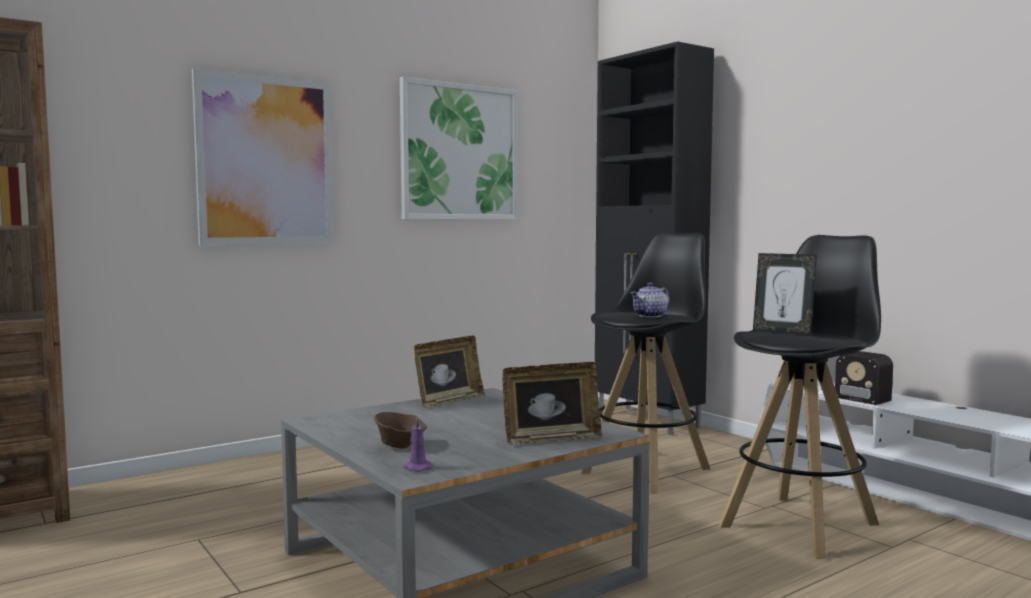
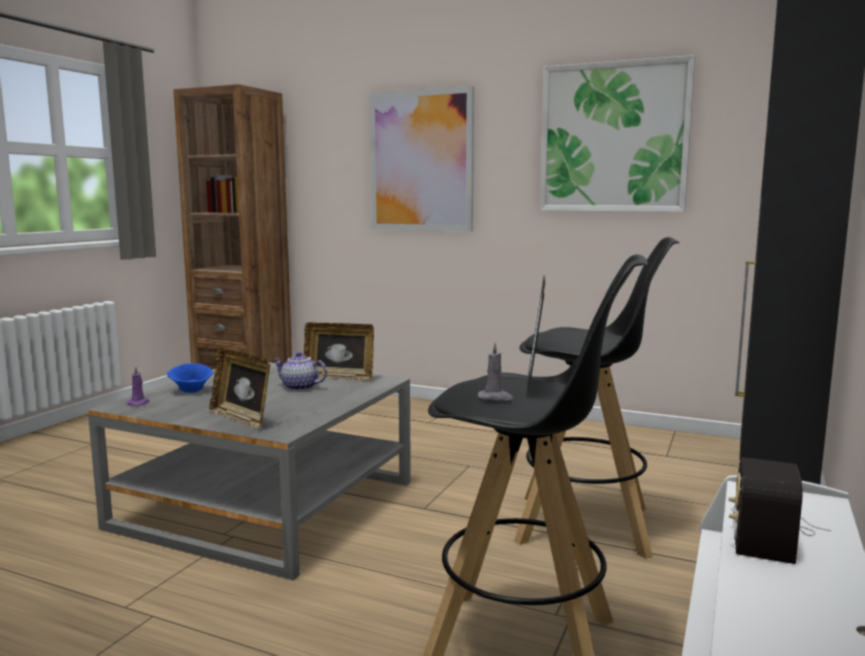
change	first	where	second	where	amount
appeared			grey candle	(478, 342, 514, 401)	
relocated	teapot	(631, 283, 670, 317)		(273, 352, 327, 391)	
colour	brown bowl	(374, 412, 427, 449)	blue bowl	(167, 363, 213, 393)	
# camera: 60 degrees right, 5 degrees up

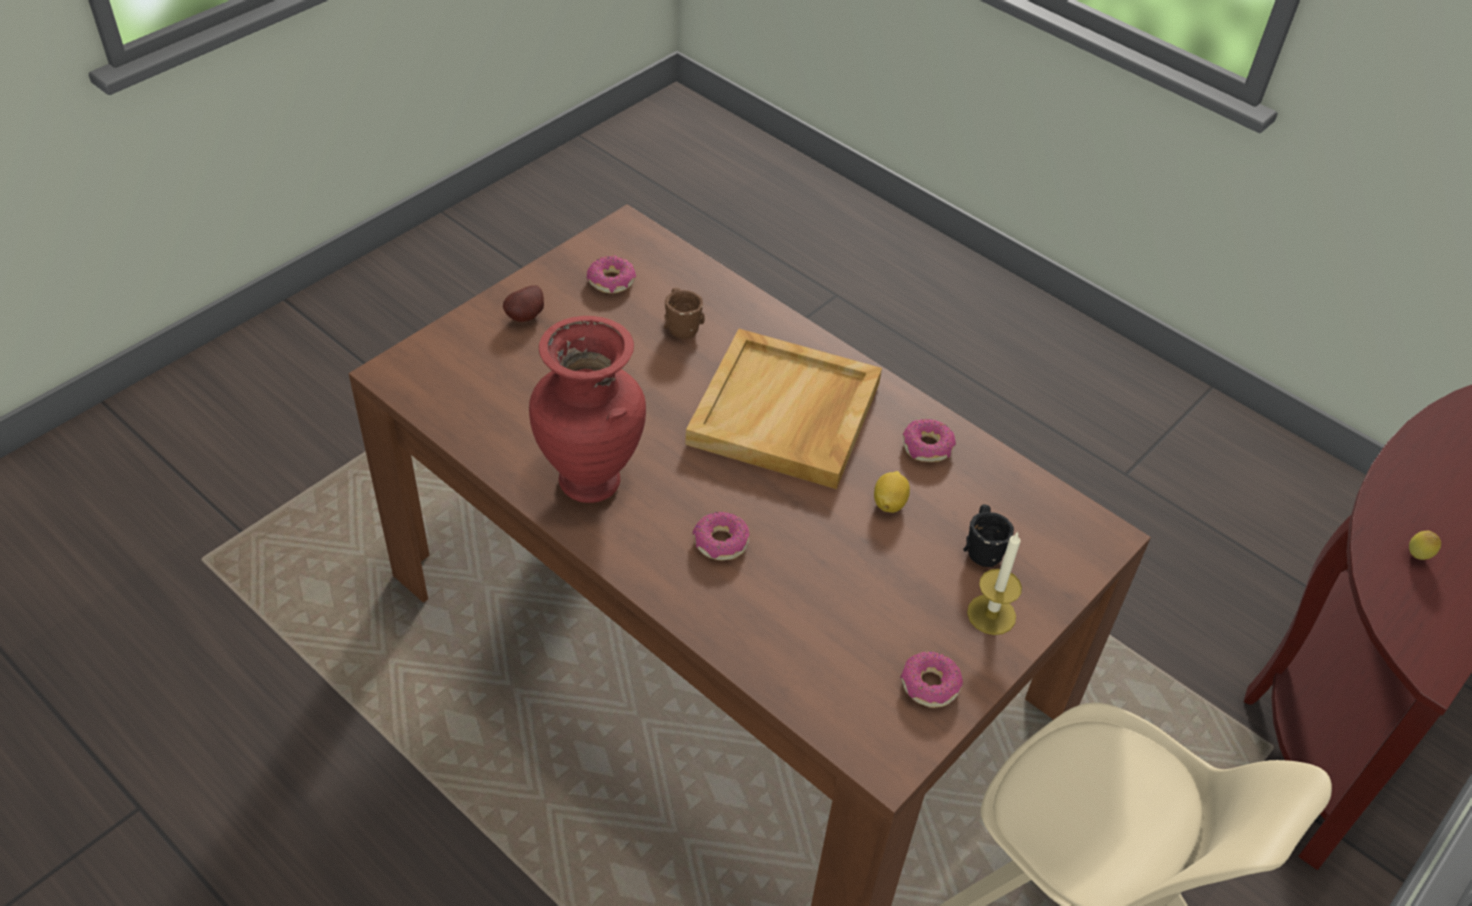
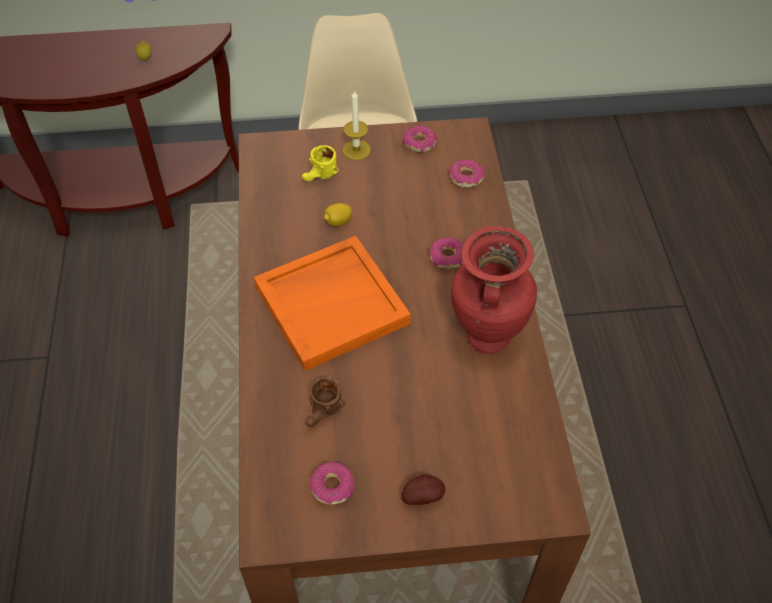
change	first	where	second	where	amount
relocated	donut	(902, 419, 956, 462)		(449, 159, 485, 187)	
colour	beige tray	(685, 329, 882, 489)	orange tray	(254, 236, 411, 371)	
colour	black mug	(963, 504, 1014, 567)	yellow mug	(302, 145, 339, 181)	
# camera: 135 degrees left, 5 degrees up

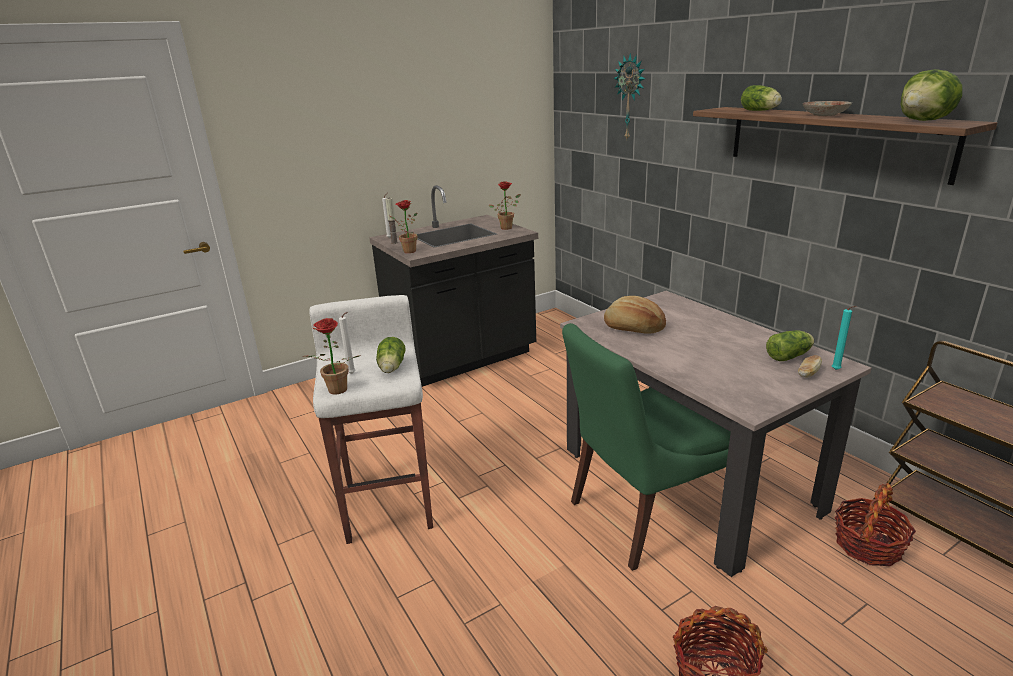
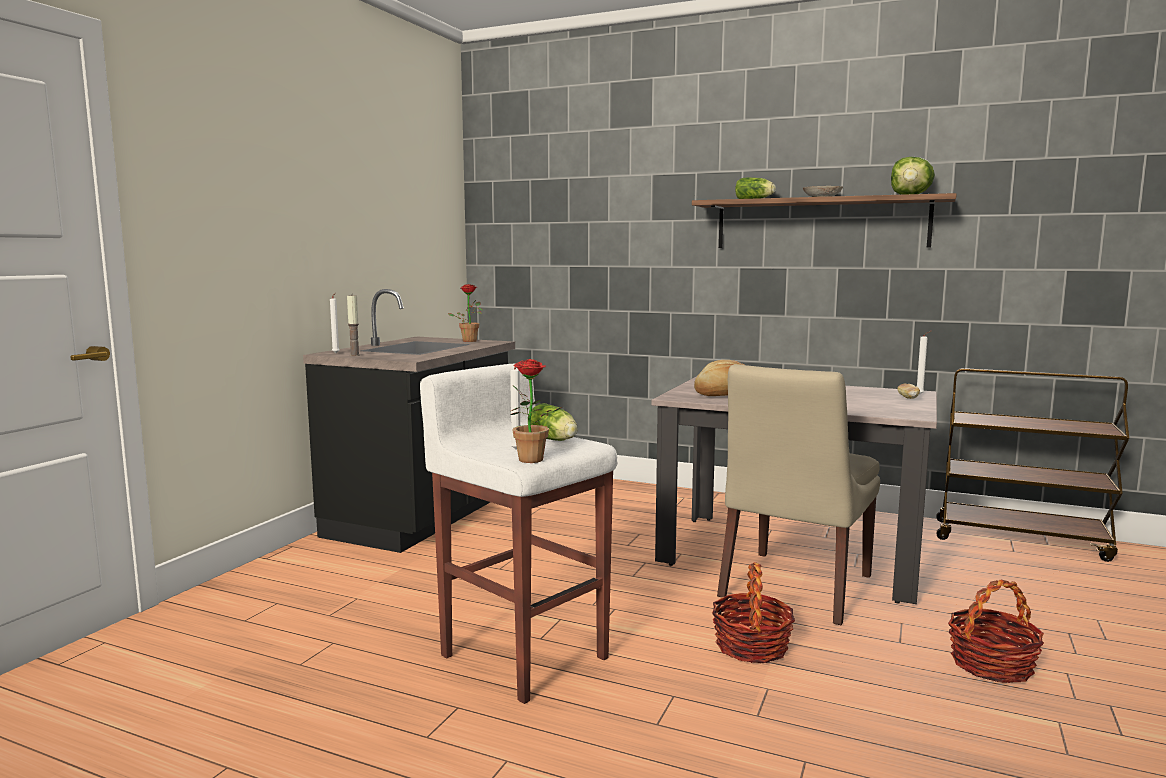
change	first	where	second	where	amount
missing	potted plant	(390, 200, 417, 253)			
missing	wall clock	(614, 53, 645, 139)			
missing	lettuce	(766, 330, 814, 361)			
relocated	basket	(835, 483, 916, 567)		(712, 562, 795, 663)	
colour	green chair	(562, 323, 731, 571)	beige chair	(717, 364, 880, 625)	
colour	turquoise candle	(832, 306, 856, 370)	white candle	(917, 331, 931, 395)	
# camera: 35 degrees left, 15 degrees down

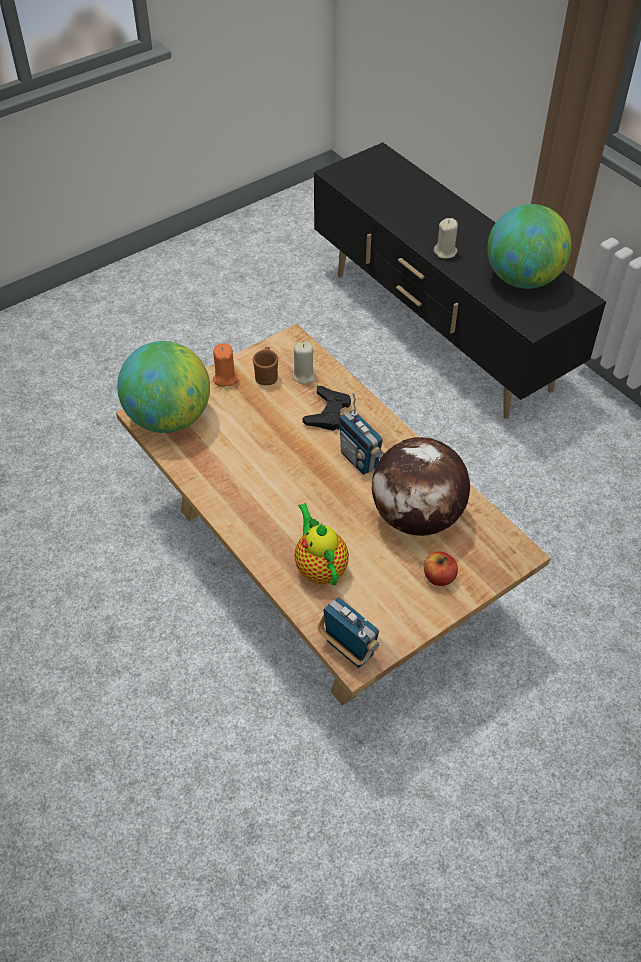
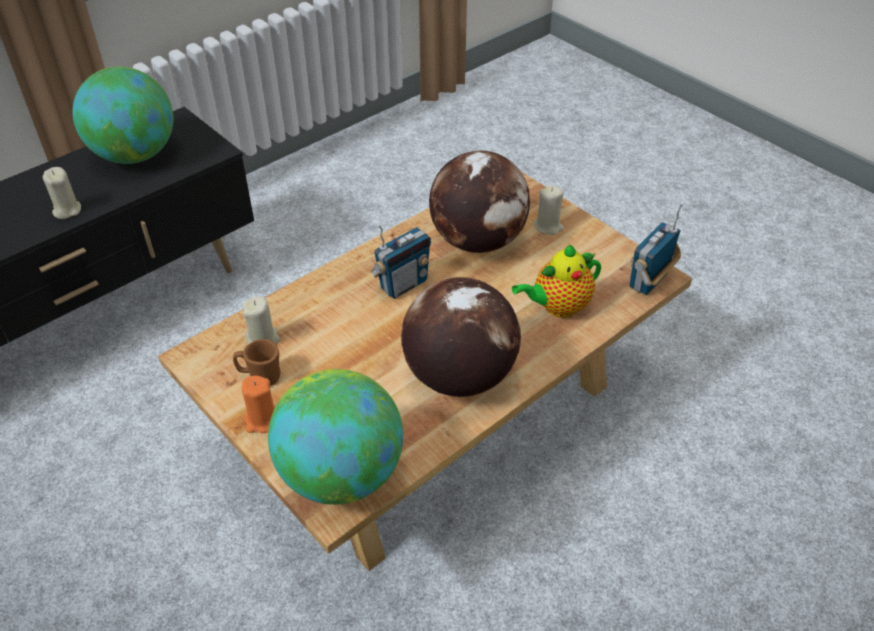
change	first	where	second	where	amount
missing	black game controller	(303, 386, 351, 431)			
appeared			globe	(401, 277, 521, 397)	
exchanged	apple	(424, 552, 458, 586)	beige candle	(534, 185, 564, 235)	
# camera: 95 degrees left, 5 degrees down

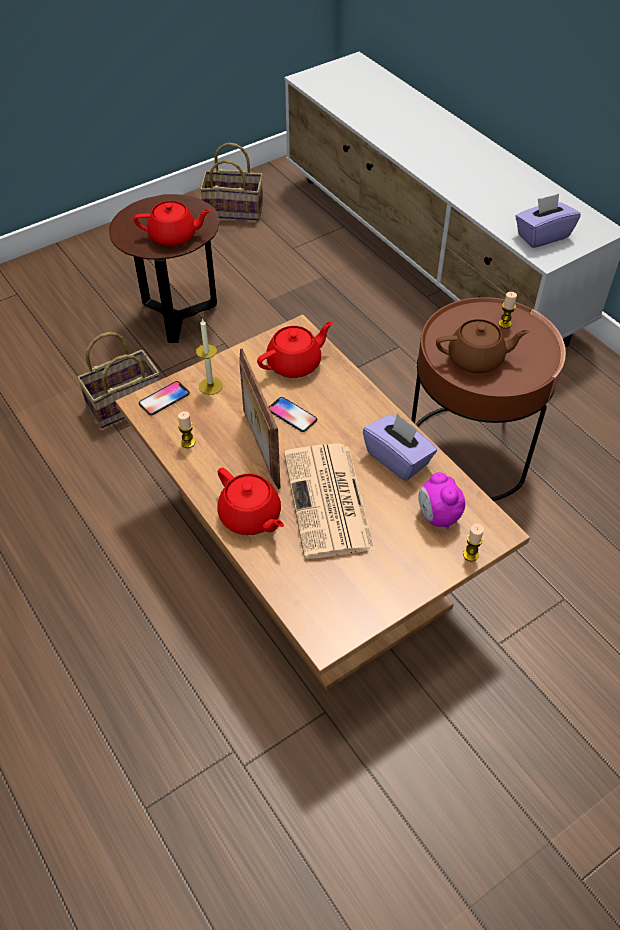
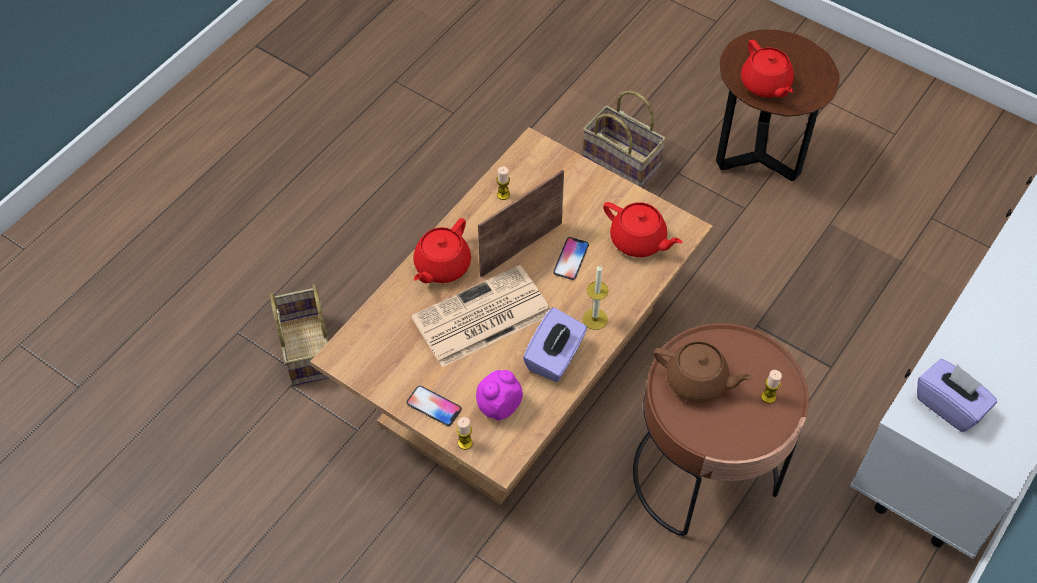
change	first	where	second	where	amount
relocated	phone	(139, 381, 190, 415)		(406, 386, 462, 426)	
relocated	candle	(196, 318, 223, 395)		(583, 265, 609, 330)	
relocated	basket	(200, 143, 263, 220)		(270, 284, 328, 386)	
spun	brown teapot	(436, 319, 530, 373)		(654, 341, 753, 402)	45 degrees counterclockwise
# camera: 70 degrees right, 5 degrees up

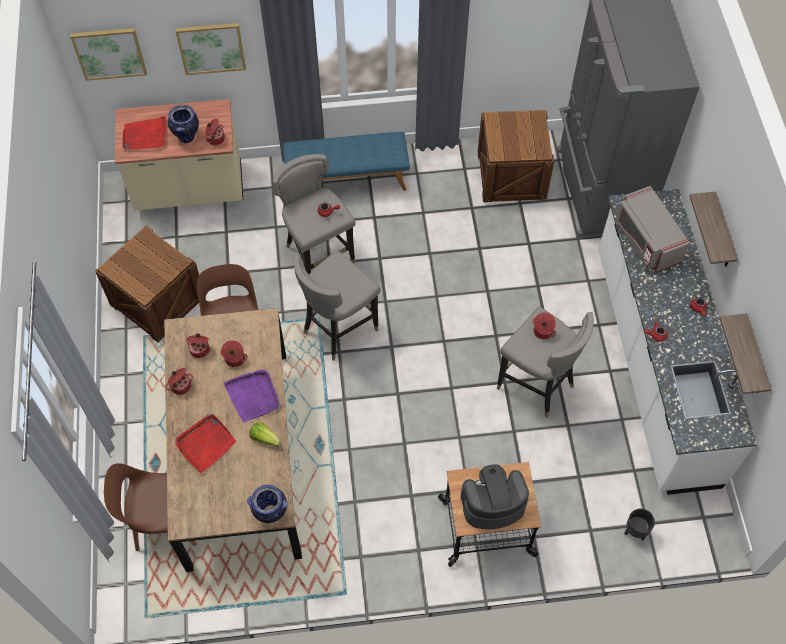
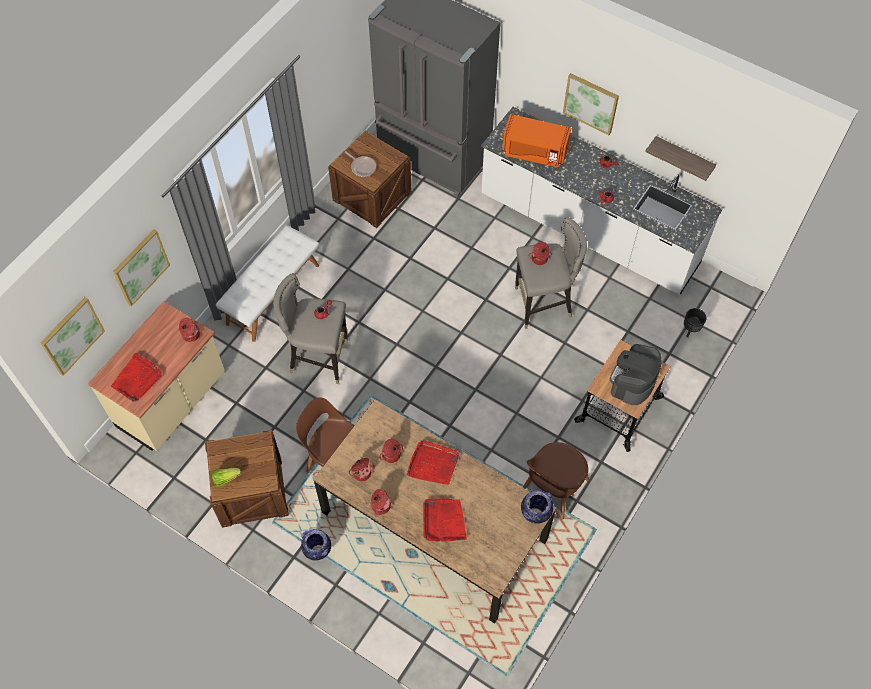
change	first	where	second	where	amount
missing	grey stool	(293, 251, 381, 361)			
appeared			frying pan	(345, 151, 376, 177)	
relocated	brown chair	(104, 463, 197, 551)		(523, 442, 589, 520)	
relocated	vase	(168, 105, 199, 143)		(301, 529, 331, 560)	
relocated	lettuce	(249, 422, 281, 447)		(212, 468, 241, 487)	
exchanged	shelf	(690, 192, 738, 267)	picture	(563, 73, 619, 135)	
colour	purple tray	(224, 370, 280, 422)	red tray	(407, 440, 459, 485)	
colour	blue bench	(283, 132, 410, 191)	white bench	(216, 225, 319, 342)	
colour	grey microwave	(615, 186, 690, 273)	orange microwave	(503, 114, 571, 167)	
# camera: 50 degrees left, 0 degrees up

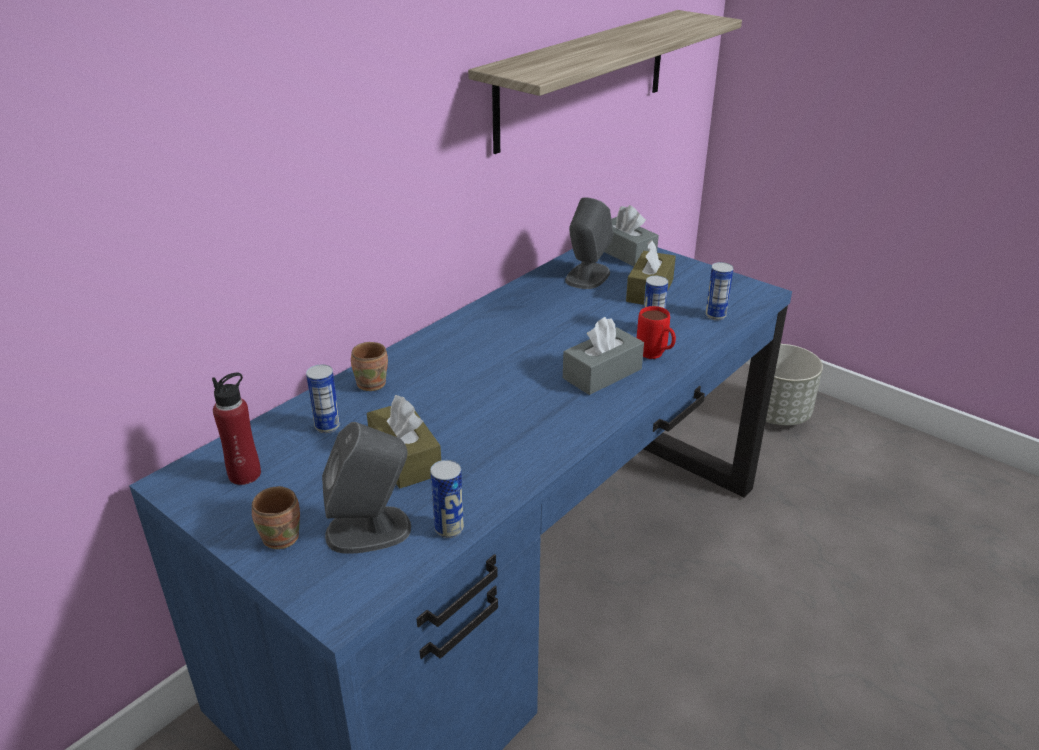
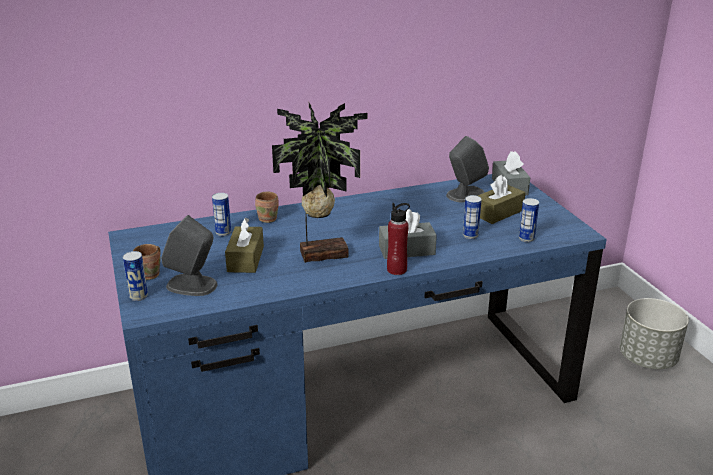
change	first	where	second	where	amount
missing	shelf	(468, 10, 742, 154)			
missing	red mug	(637, 306, 676, 359)			
appeared			potted plant	(272, 103, 368, 263)	
relocated	red bottle	(212, 372, 261, 485)		(387, 203, 410, 275)	
relocated	can	(430, 460, 464, 538)		(123, 251, 148, 301)	
# camera: 30 degrees right, 5 degrees down

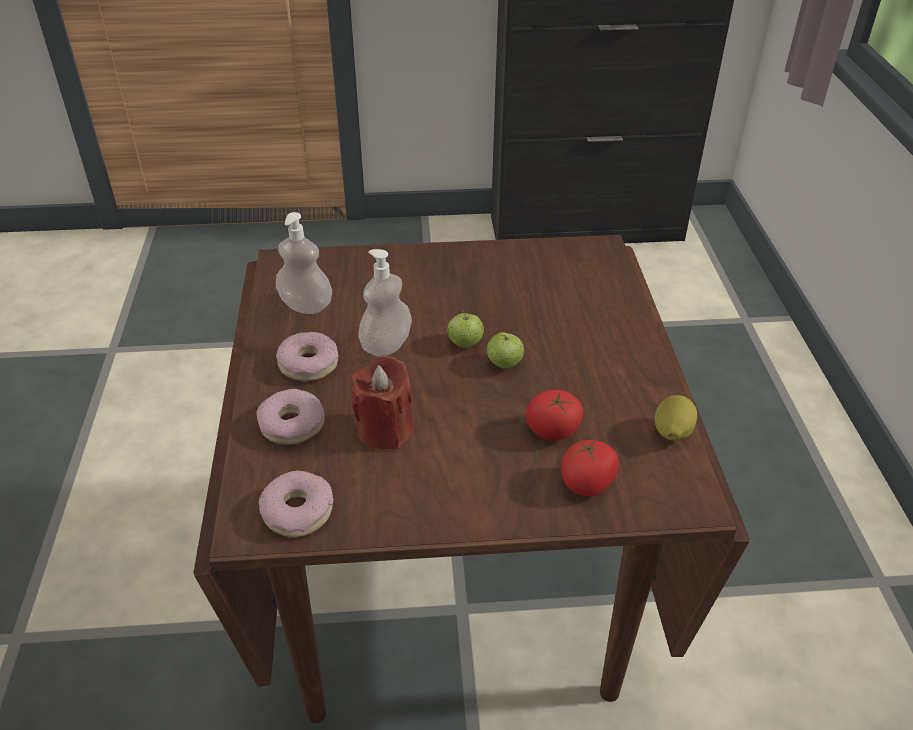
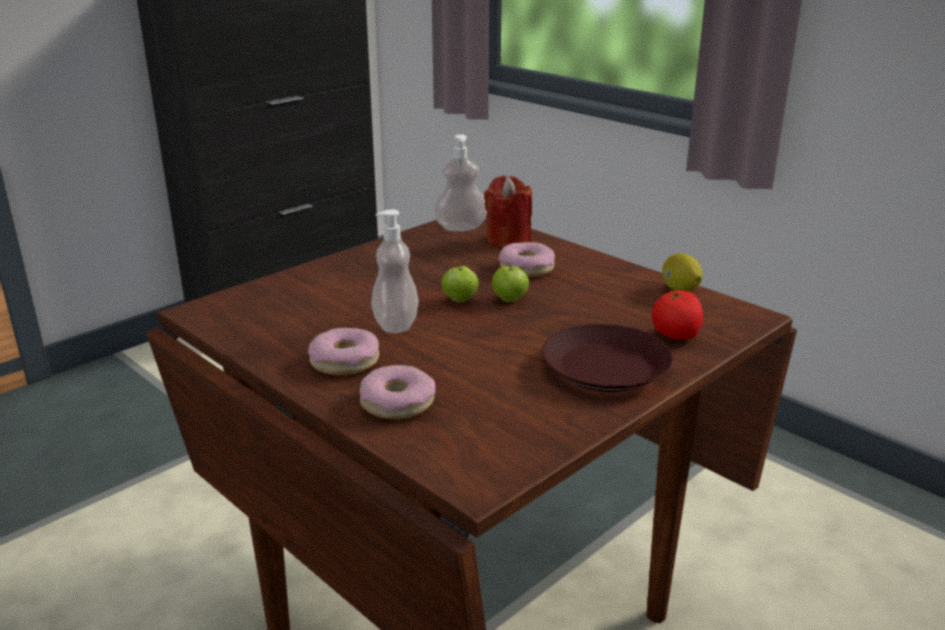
change	first	where	second	where	amount
missing	tomato	(526, 390, 583, 441)			
appeared			brown plate	(542, 324, 673, 392)	
relocated	donut	(259, 470, 333, 537)		(499, 242, 555, 277)	
relocated	soap dispenser	(276, 212, 332, 314)		(434, 135, 487, 232)	
relocated	red candle	(351, 356, 414, 450)		(484, 175, 532, 248)	
# camera: 40 degrees left, 15 degrees down

